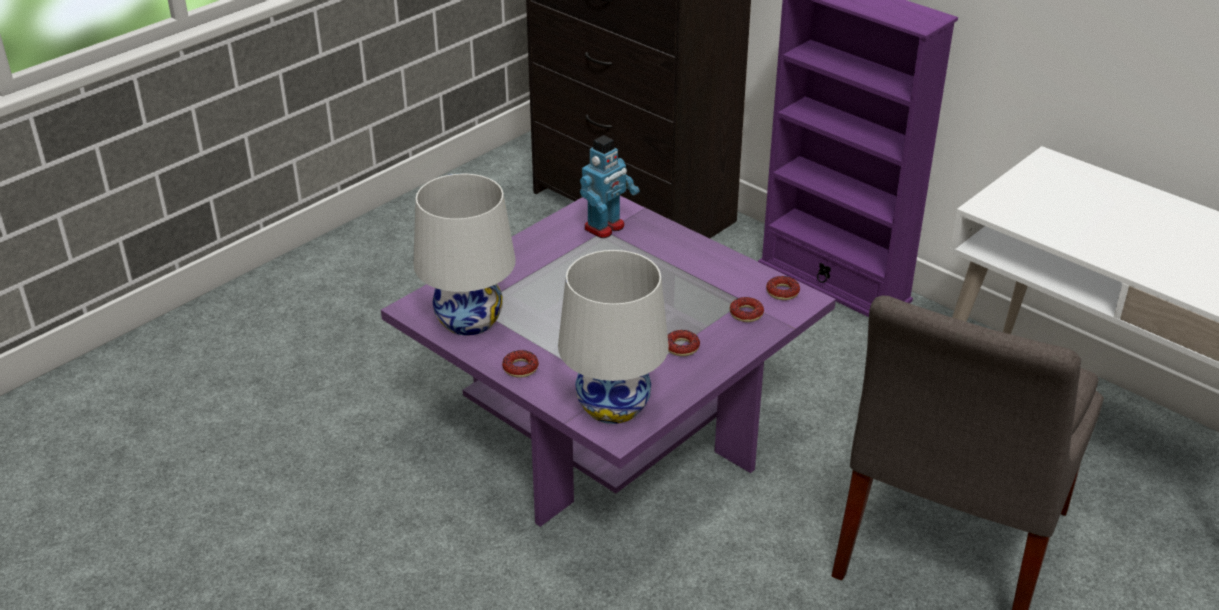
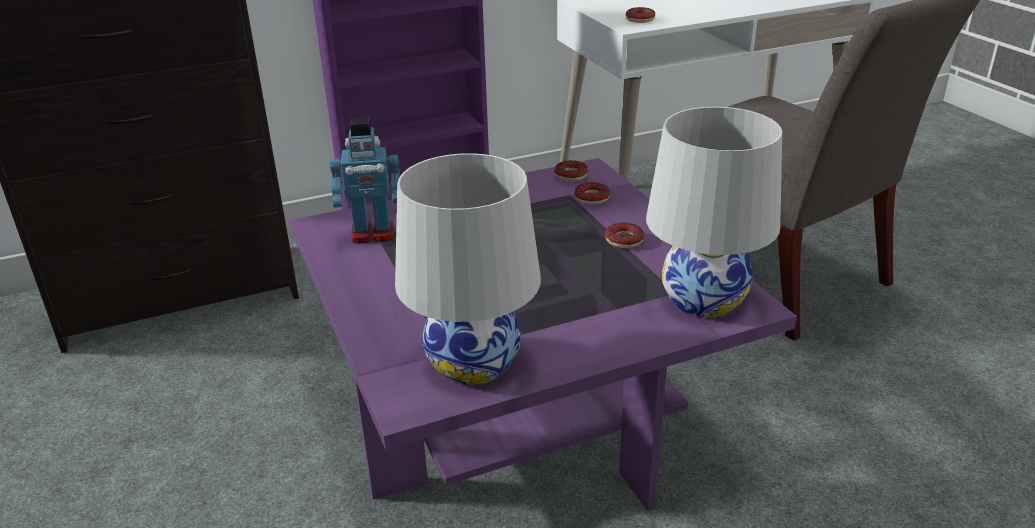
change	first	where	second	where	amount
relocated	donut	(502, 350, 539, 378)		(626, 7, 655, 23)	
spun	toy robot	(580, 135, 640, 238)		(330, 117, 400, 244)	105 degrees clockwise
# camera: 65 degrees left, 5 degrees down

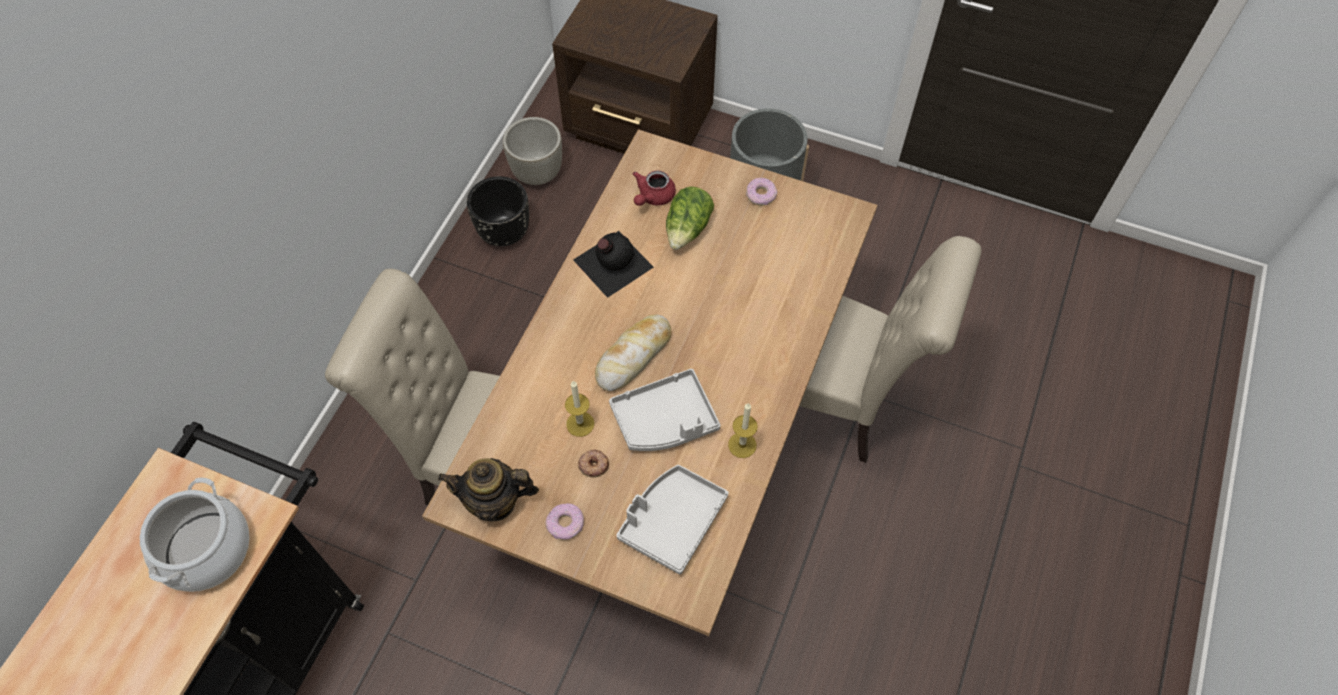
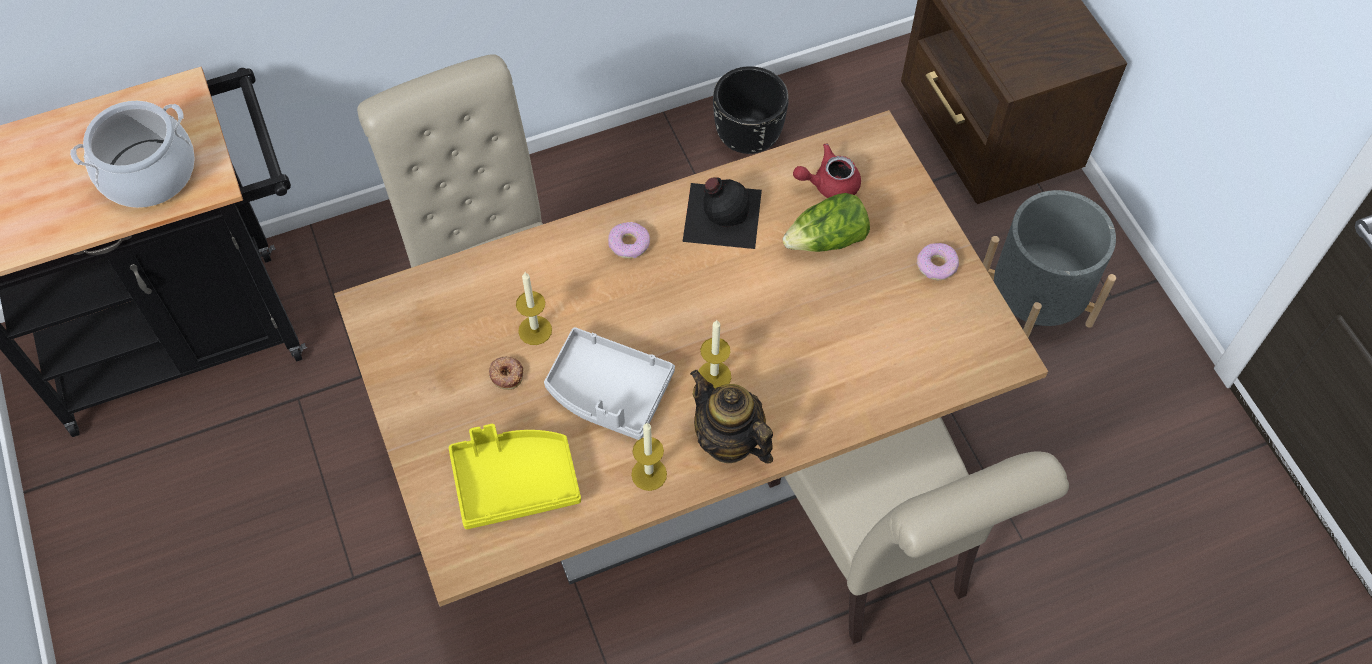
change	first	where	second	where	amount
missing	grey planter	(503, 117, 562, 185)			
missing	bread	(595, 314, 671, 391)			
appeared			candle	(698, 320, 731, 388)	
relocated	teapot	(438, 458, 539, 521)		(690, 370, 773, 464)	
relocated	donut	(545, 503, 584, 540)		(608, 222, 650, 259)	
colour	grey tray	(616, 465, 729, 574)	yellow tray	(448, 424, 581, 529)	
# camera: 45 degrees right, 0 degrees up

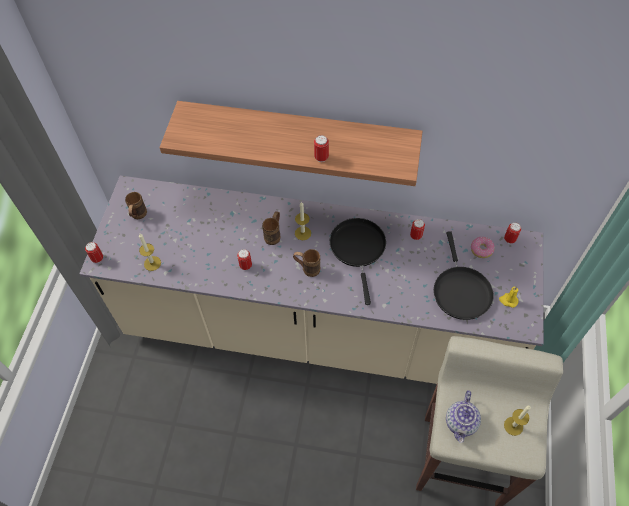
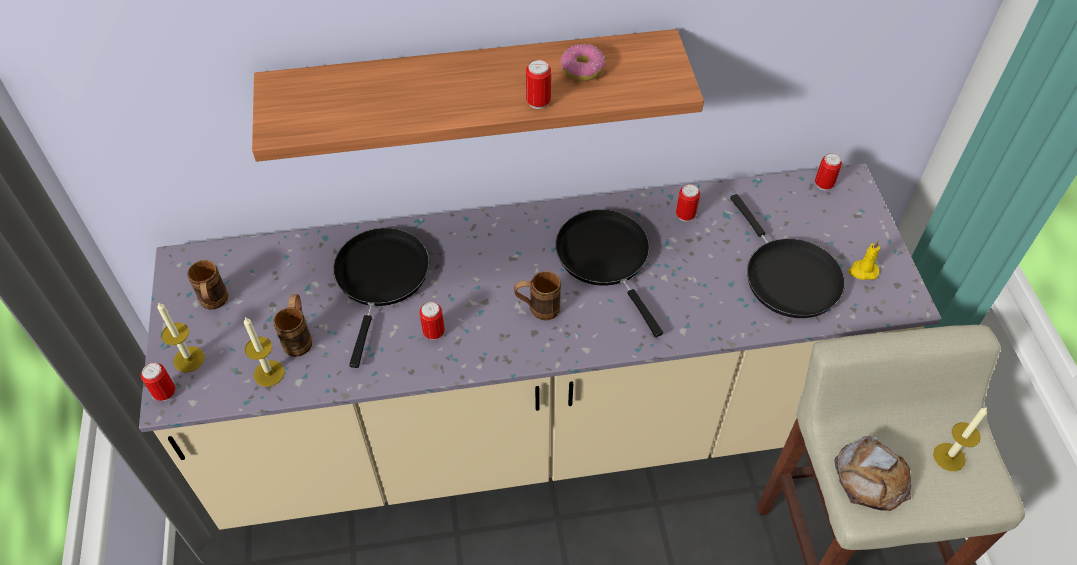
change	first	where	second	where	amount
appeared			black frying pan	(333, 228, 429, 368)	
relocated	brown mug	(262, 211, 280, 245)		(274, 294, 312, 357)	
relocated	candle	(295, 202, 311, 240)		(157, 302, 205, 372)	
relocated	donut	(471, 237, 495, 258)		(560, 44, 606, 81)	
exchanged	teapot	(446, 390, 481, 443)	bread	(834, 435, 911, 511)	
# camera: 20 degrees left, 5 degrees down

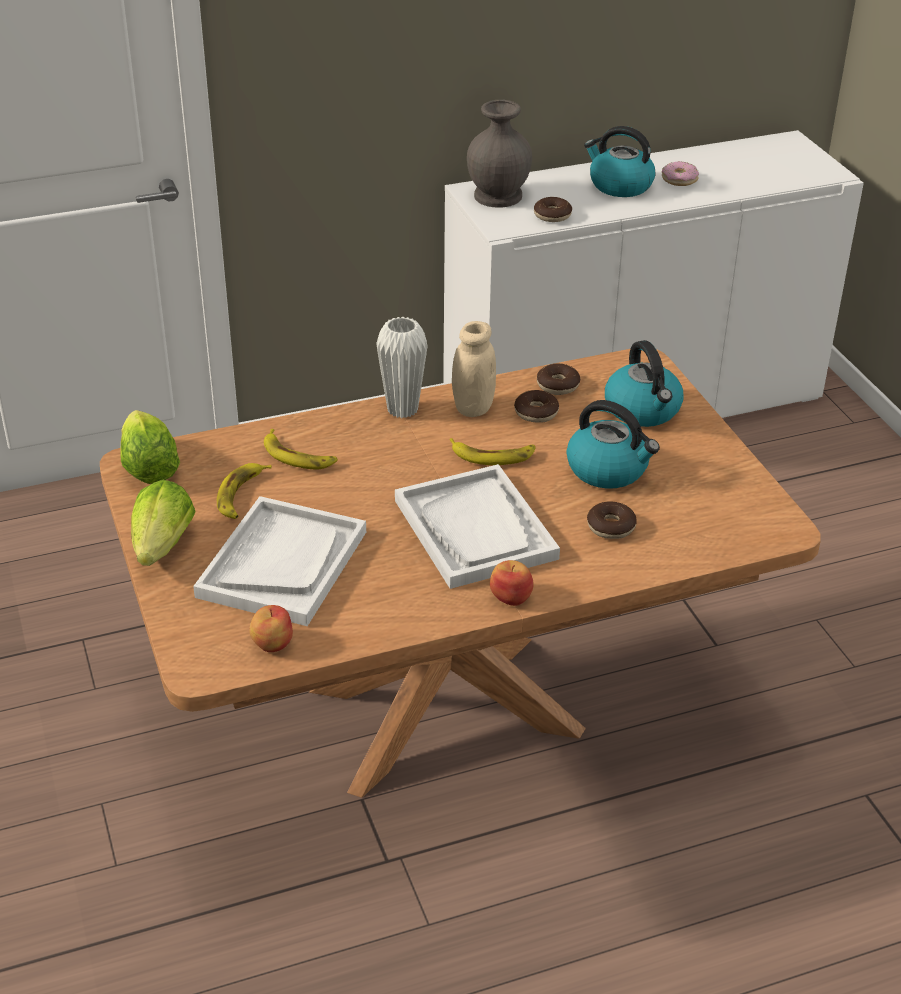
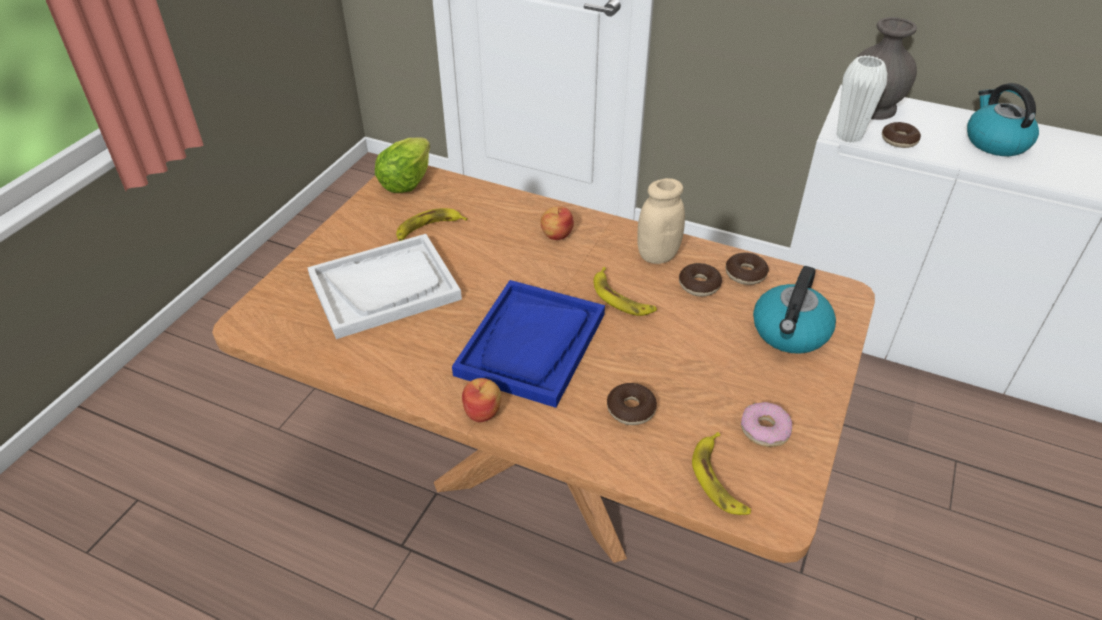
change	first	where	second	where	amount
missing	lettuce	(131, 480, 196, 566)			
missing	kettle	(567, 400, 660, 489)			
relocated	apple	(249, 605, 293, 652)		(540, 206, 574, 240)	
relocated	banana	(264, 429, 338, 470)		(692, 432, 751, 515)	
relocated	white vase	(376, 317, 428, 418)		(837, 55, 887, 143)	
relocated	donut	(662, 161, 699, 186)		(741, 402, 792, 447)	
colour	white tray	(395, 464, 560, 589)	blue tray	(452, 280, 605, 408)	
# camera: 45 degrees right, 5 degrees up

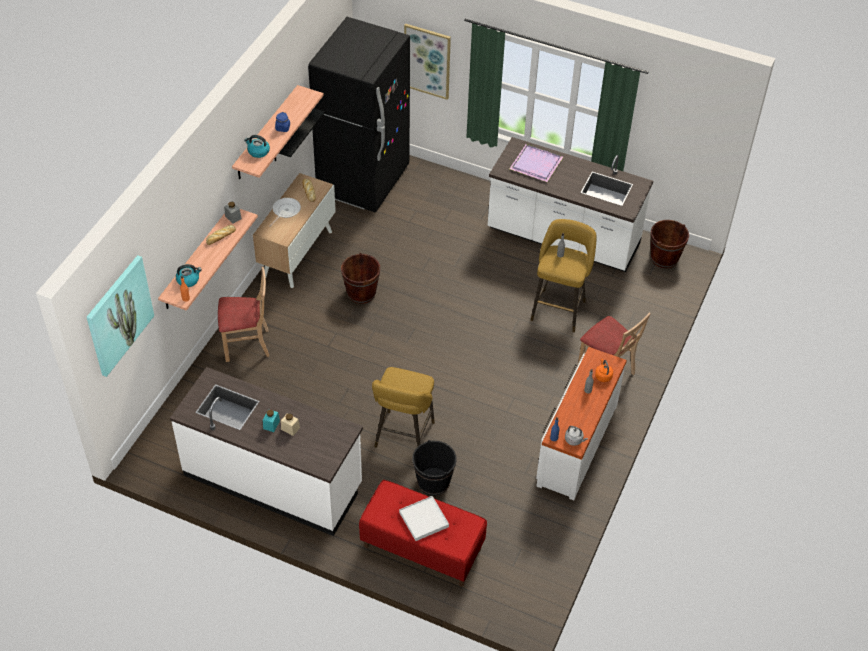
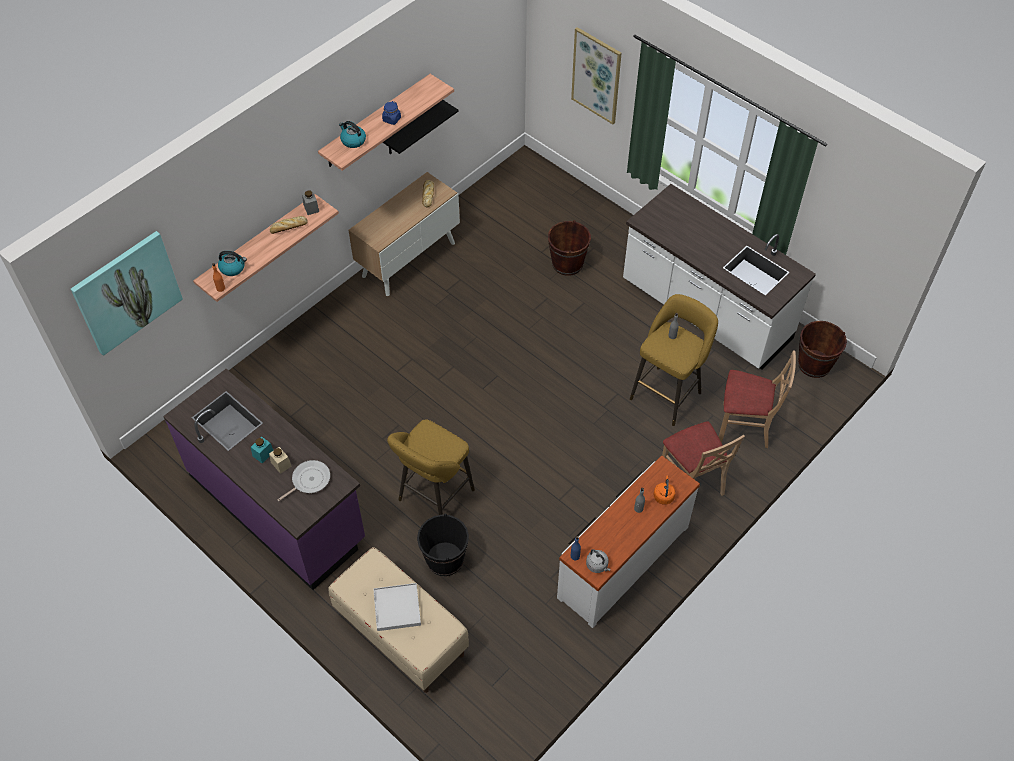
change	first	where	second	where	amount
missing	black fridge	(308, 17, 410, 213)			
missing	purple tray	(510, 144, 563, 182)			
relocated	beige chair	(218, 267, 269, 362)		(719, 350, 796, 448)	
relocated	frying pan	(269, 198, 301, 227)		(277, 460, 330, 501)	
relocated	brown bucket	(341, 253, 380, 304)		(548, 220, 591, 276)	
colour	white counter	(170, 367, 363, 536)	purple counter	(163, 369, 365, 590)	
colour	red bench	(359, 480, 487, 587)	beige bench	(328, 547, 469, 693)	
# camera: 20 degrees right, 5 degrees up

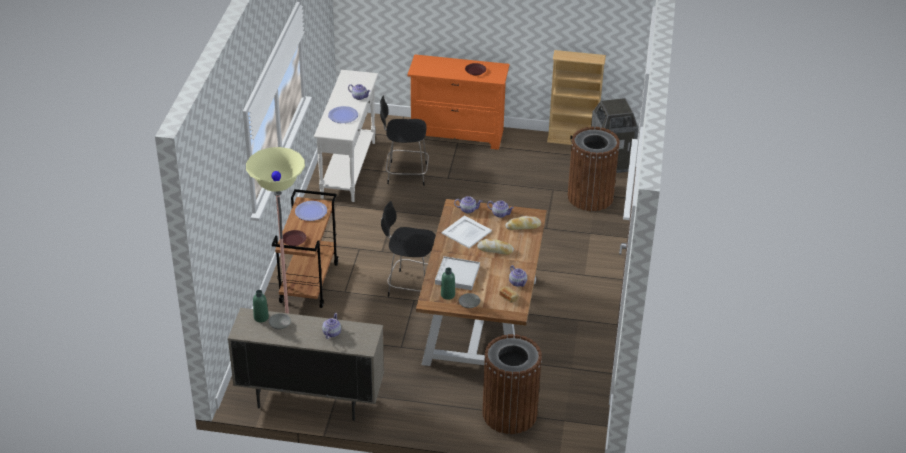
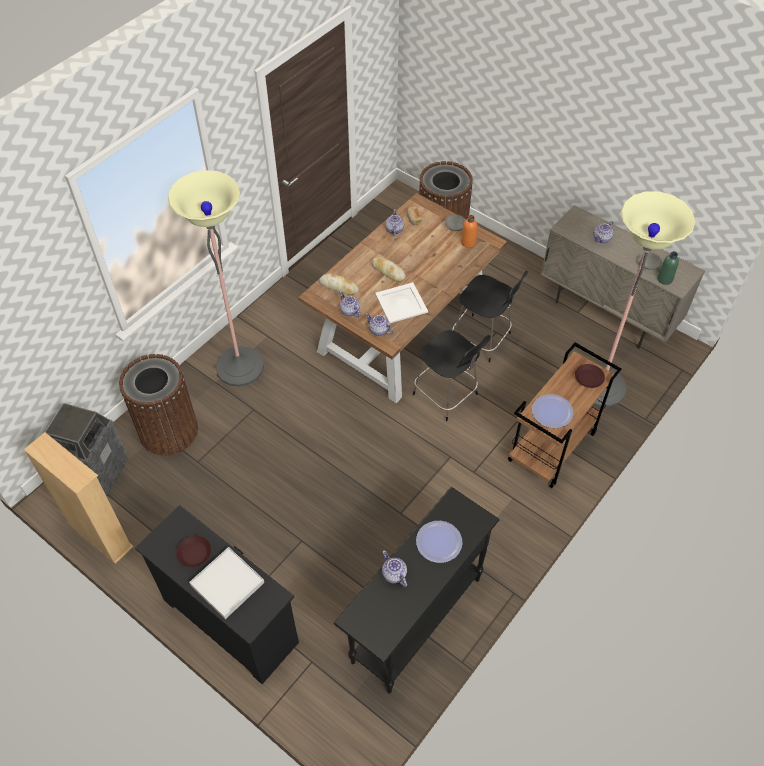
change	first	where	second	where	amount
appeared			floor lamp	(168, 170, 264, 387)	
relocated	black chair	(380, 95, 429, 186)		(452, 271, 528, 362)	
relocated	white tray	(435, 256, 480, 290)		(189, 547, 264, 619)	
colour	white console table	(314, 70, 379, 202)	black console table	(333, 487, 500, 694)	
colour	orange dresser	(407, 54, 510, 150)	black dresser	(135, 505, 299, 684)	
colour	green bottle	(441, 268, 455, 300)	orange bottle	(461, 215, 477, 248)	
# camera: 150 degrees left, 15 degrees up

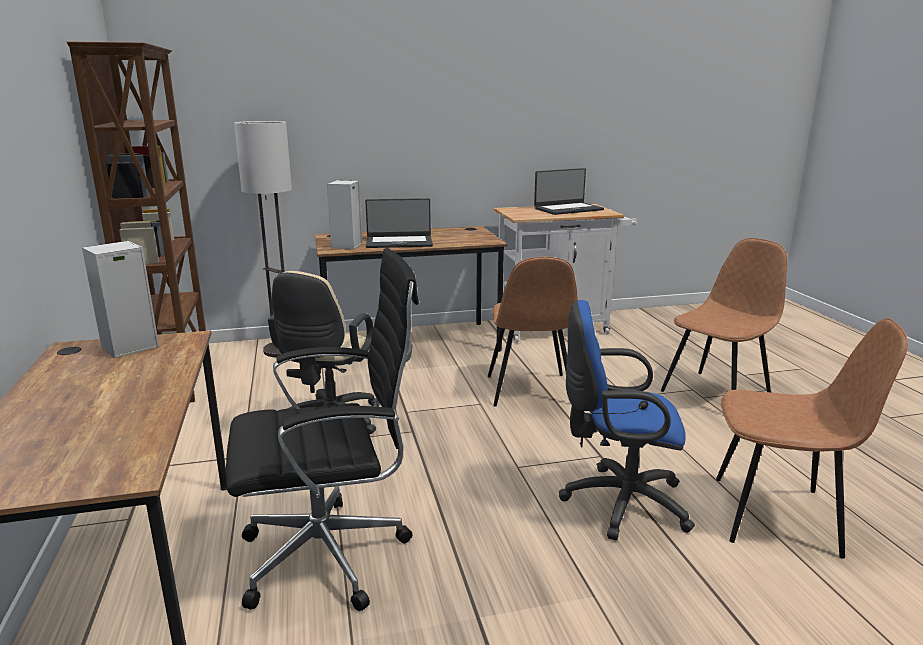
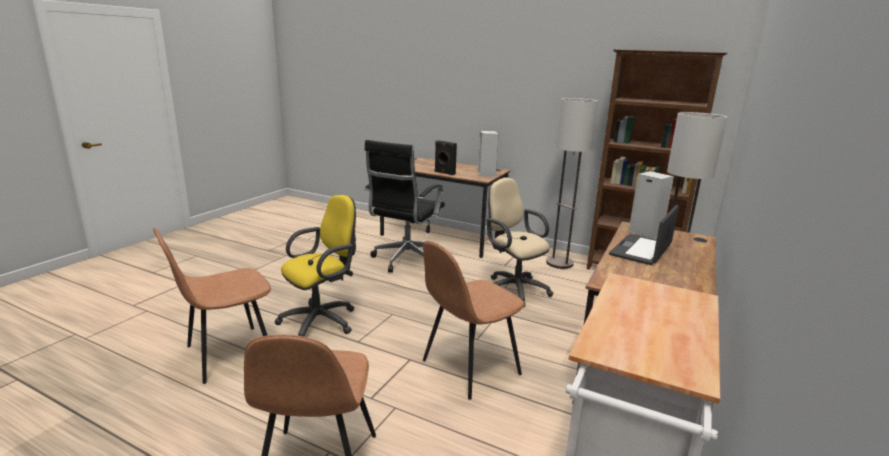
change	first	where	second	where	amount
missing	laptop	(534, 168, 604, 215)			
appeared			black speaker	(435, 140, 457, 175)	
appeared			floor lamp	(546, 98, 598, 269)	
colour	blue office chair	(559, 300, 695, 540)	yellow office chair	(274, 195, 356, 337)	
spun	brown chair	(488, 257, 578, 407)		(423, 241, 525, 400)	75 degrees counterclockwise
# camera: 130 degrees right, 0 degrees up

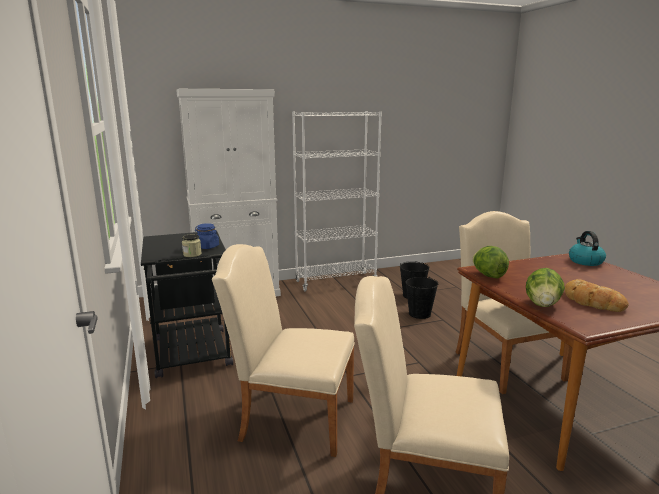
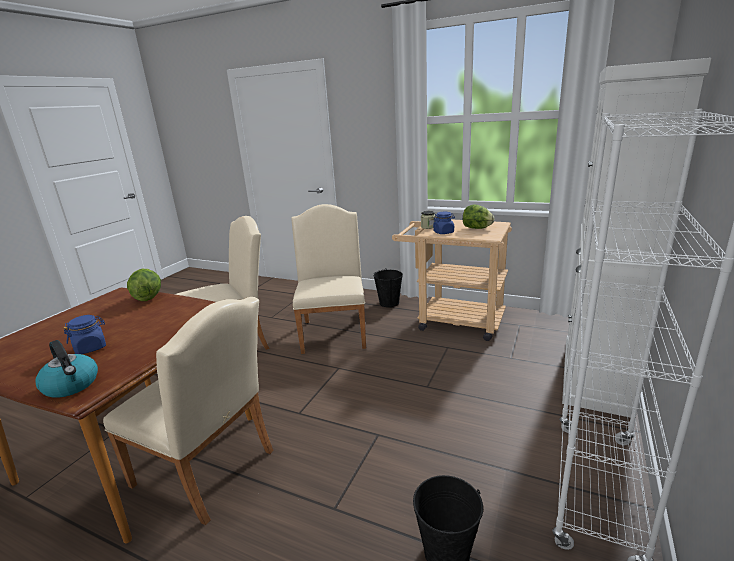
change	first	where	second	where	amount
missing	bread	(565, 279, 629, 312)			
appeared			blue jar	(63, 315, 106, 354)	
relocated	black bucket	(406, 277, 438, 319)		(373, 268, 403, 307)	
relocated	lettuce	(472, 246, 509, 279)		(463, 204, 494, 229)	
colour	black cart	(141, 232, 233, 378)	beige cart	(392, 219, 512, 341)	
spun	beige chair	(212, 244, 355, 457)		(291, 204, 366, 354)	60 degrees counterclockwise
# camera: 135 degrees right, 5 degrees up

